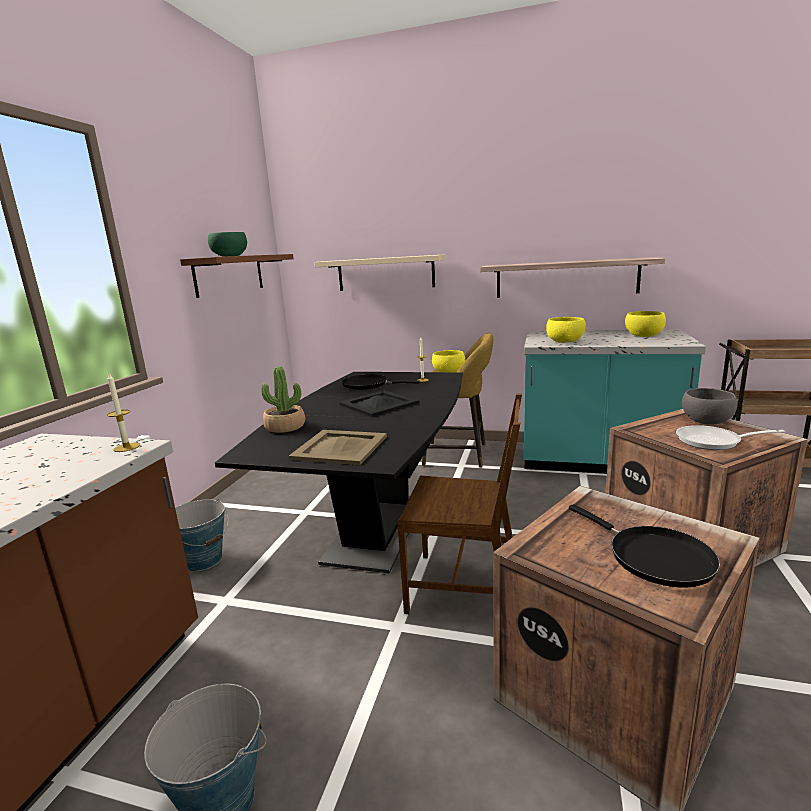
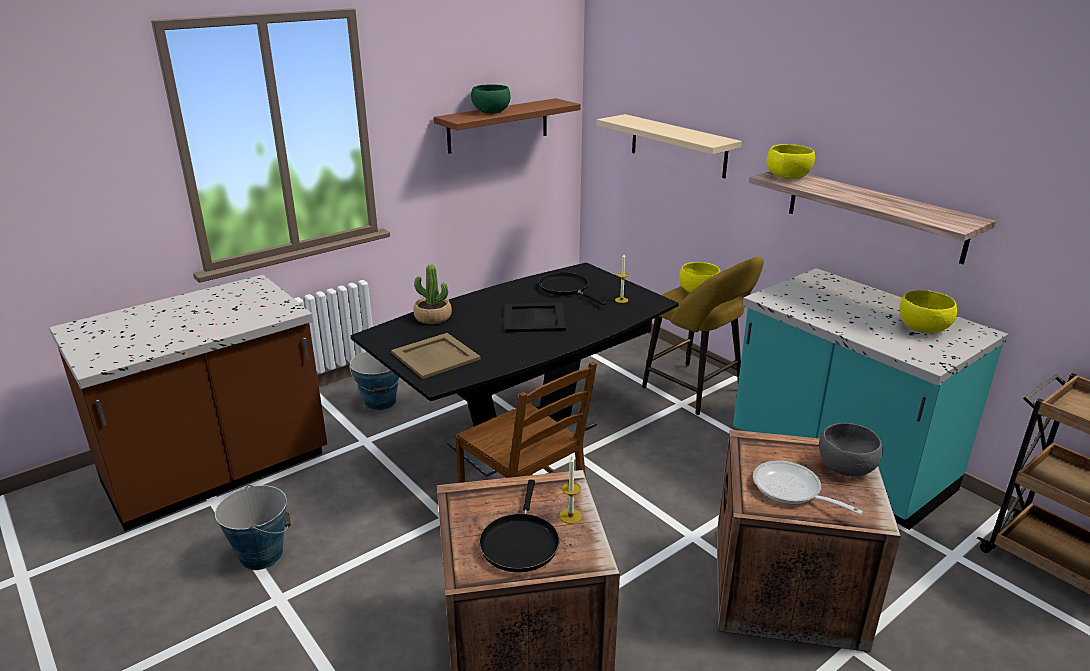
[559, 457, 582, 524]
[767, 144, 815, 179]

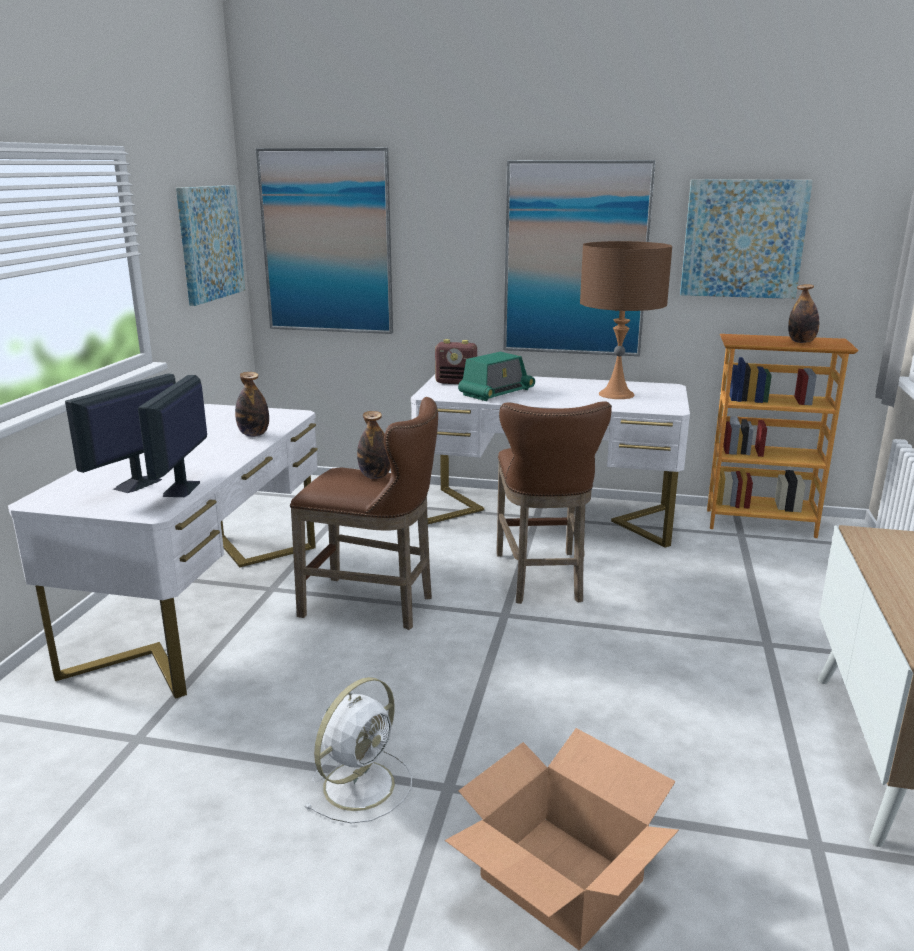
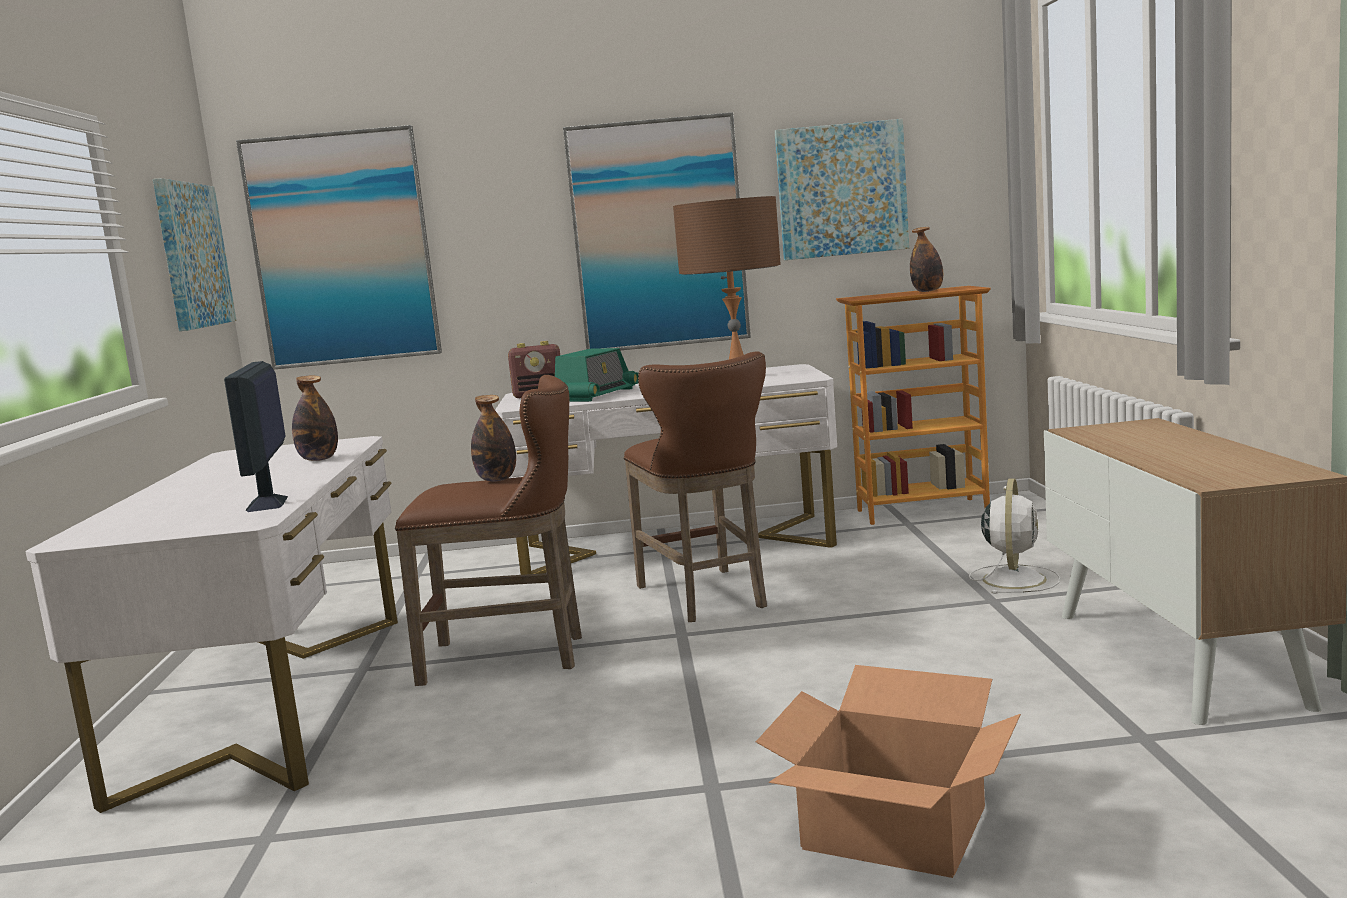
[65, 373, 176, 493] (first image)
[969, 478, 1060, 594]

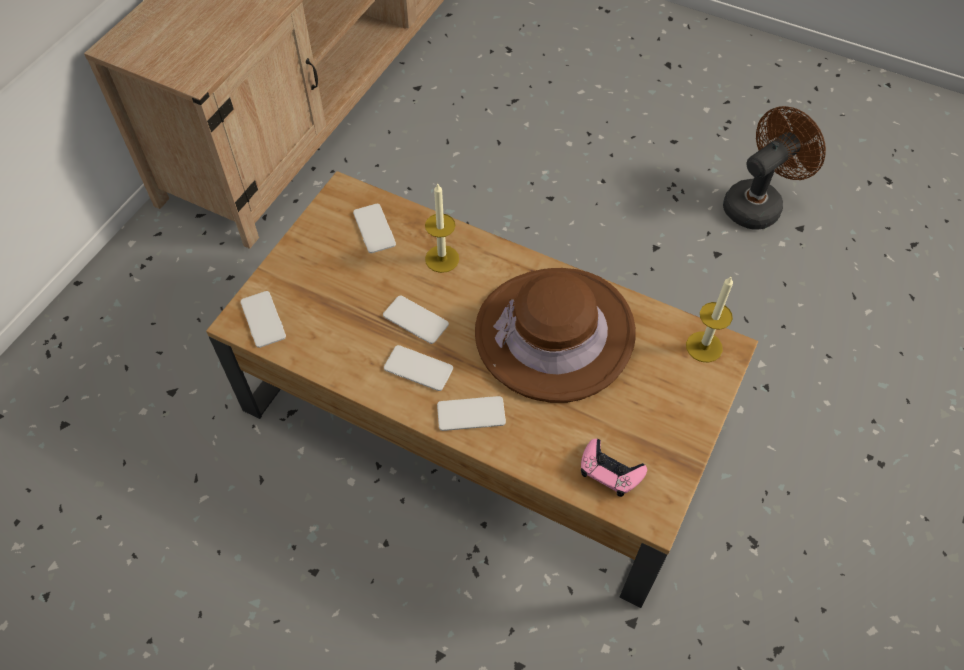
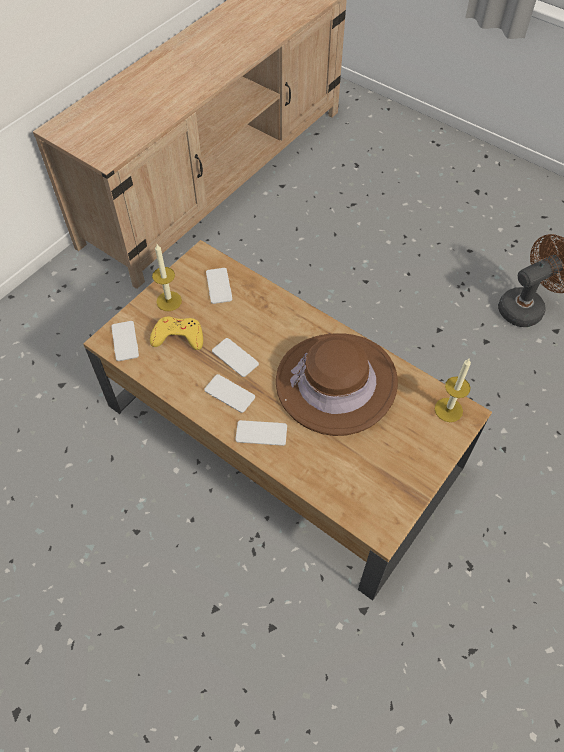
[152, 244, 182, 311]
[581, 439, 647, 497] (first image)
[150, 317, 203, 350]

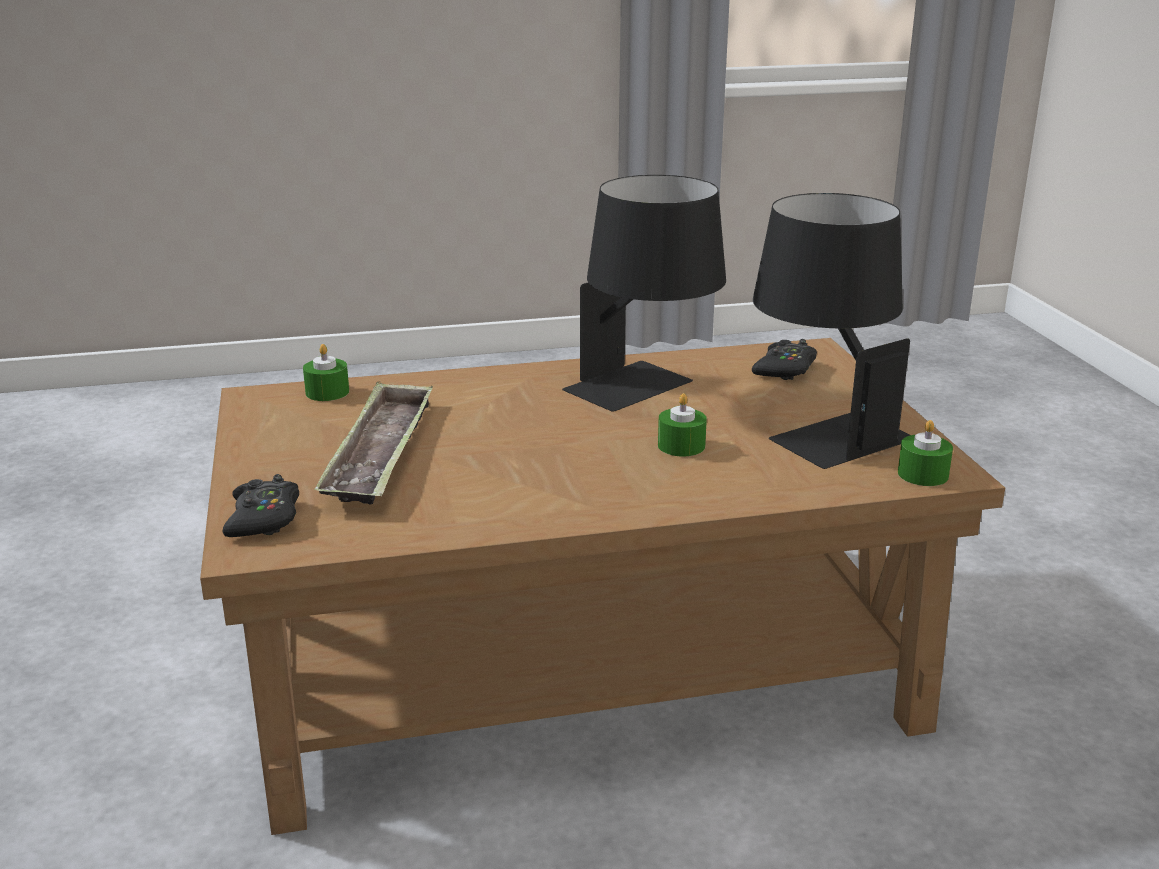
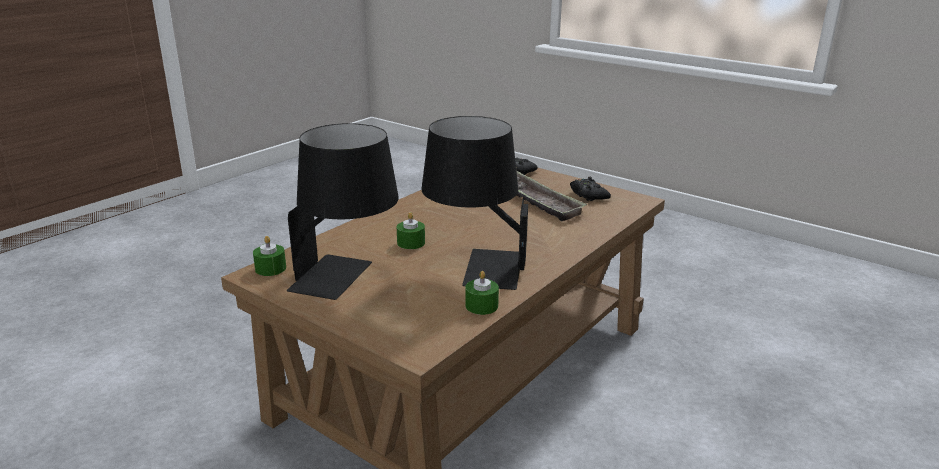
[465, 271, 499, 315]
[570, 177, 611, 201]

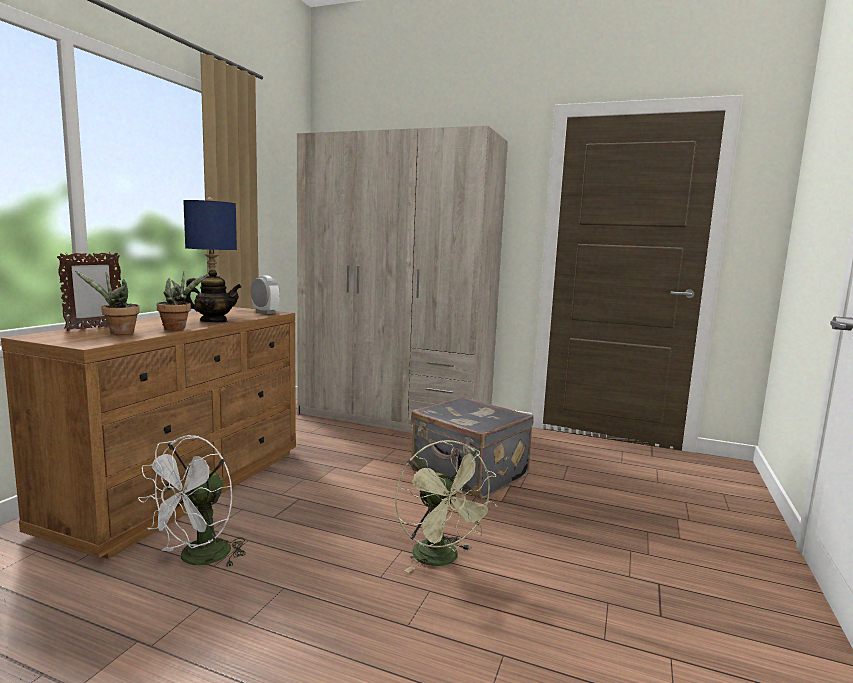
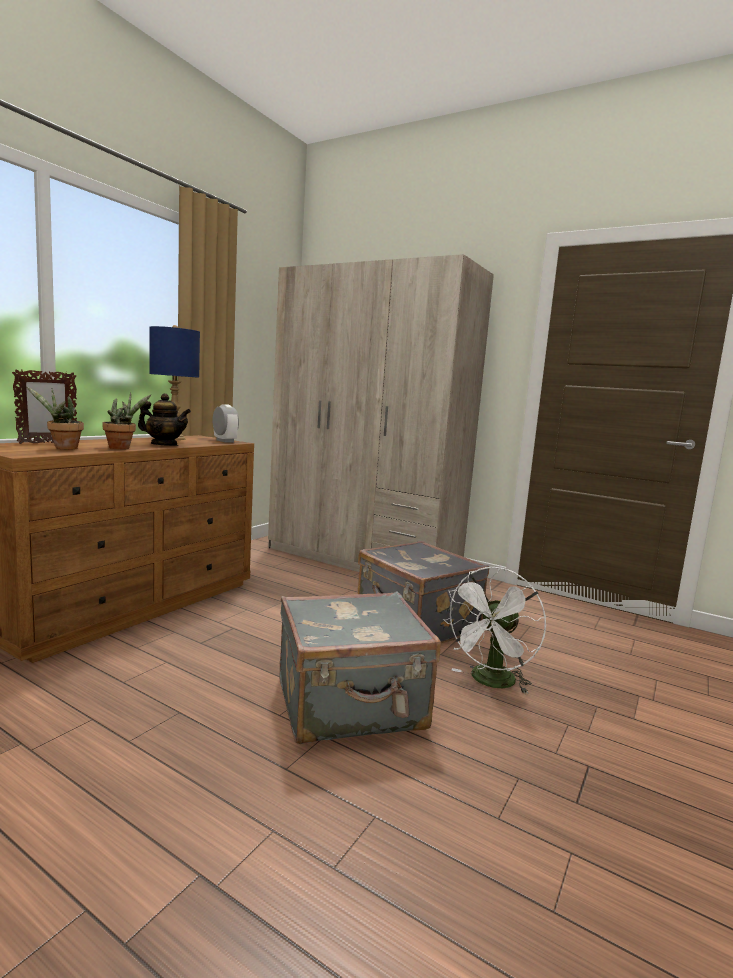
[443, 567, 546, 694]
[279, 591, 441, 744]

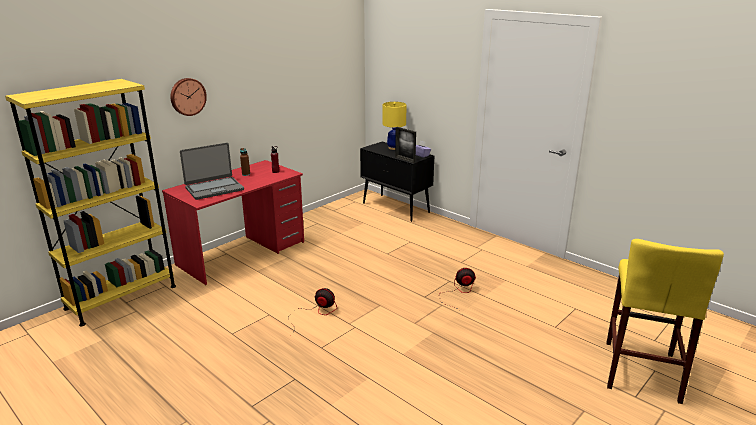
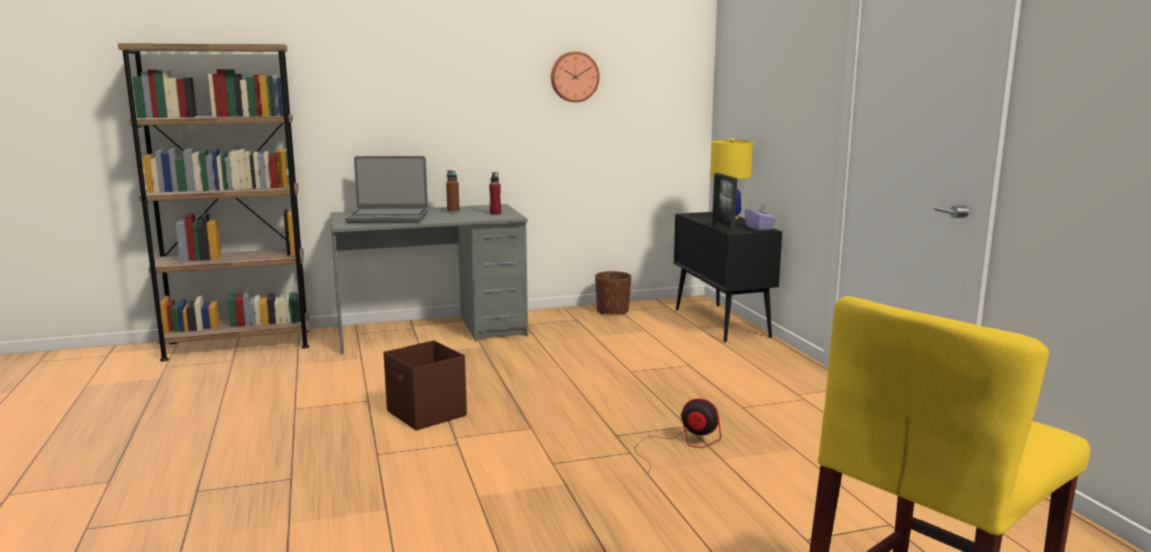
[118, 43, 310, 362]
[330, 204, 528, 354]
[551, 52, 600, 102]
[383, 340, 467, 430]
[595, 271, 631, 315]

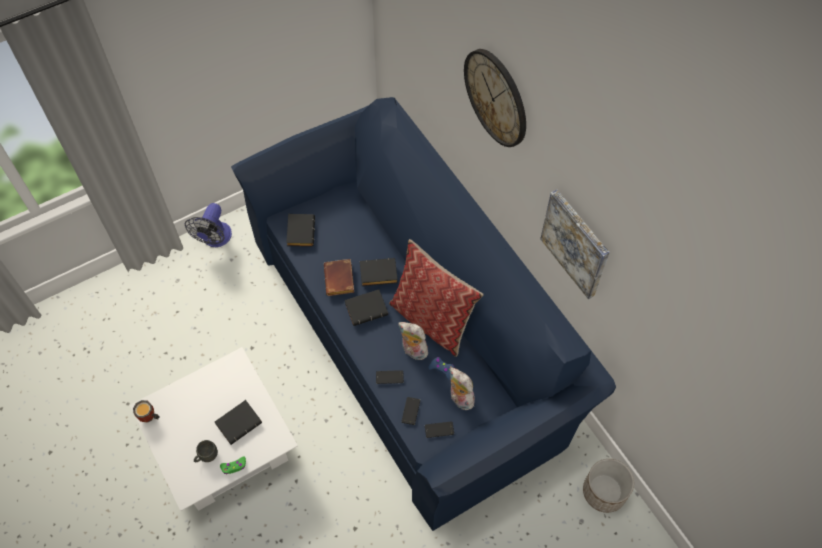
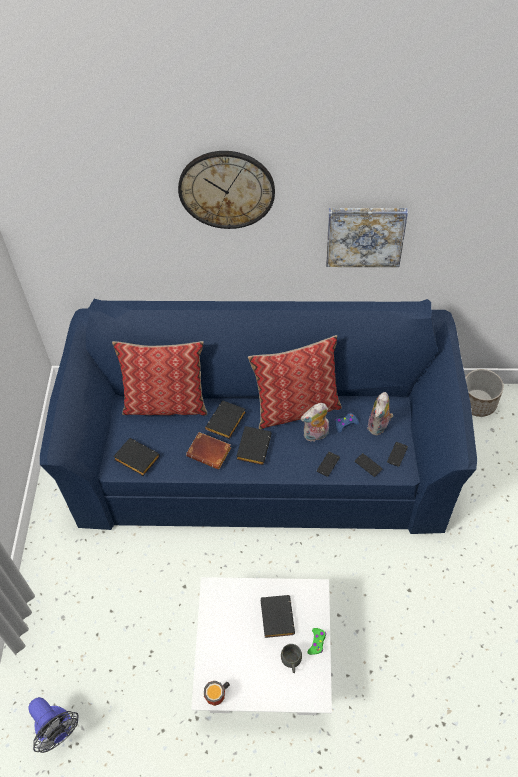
[28, 697, 79, 753]
[368, 392, 393, 435]
[112, 341, 207, 416]

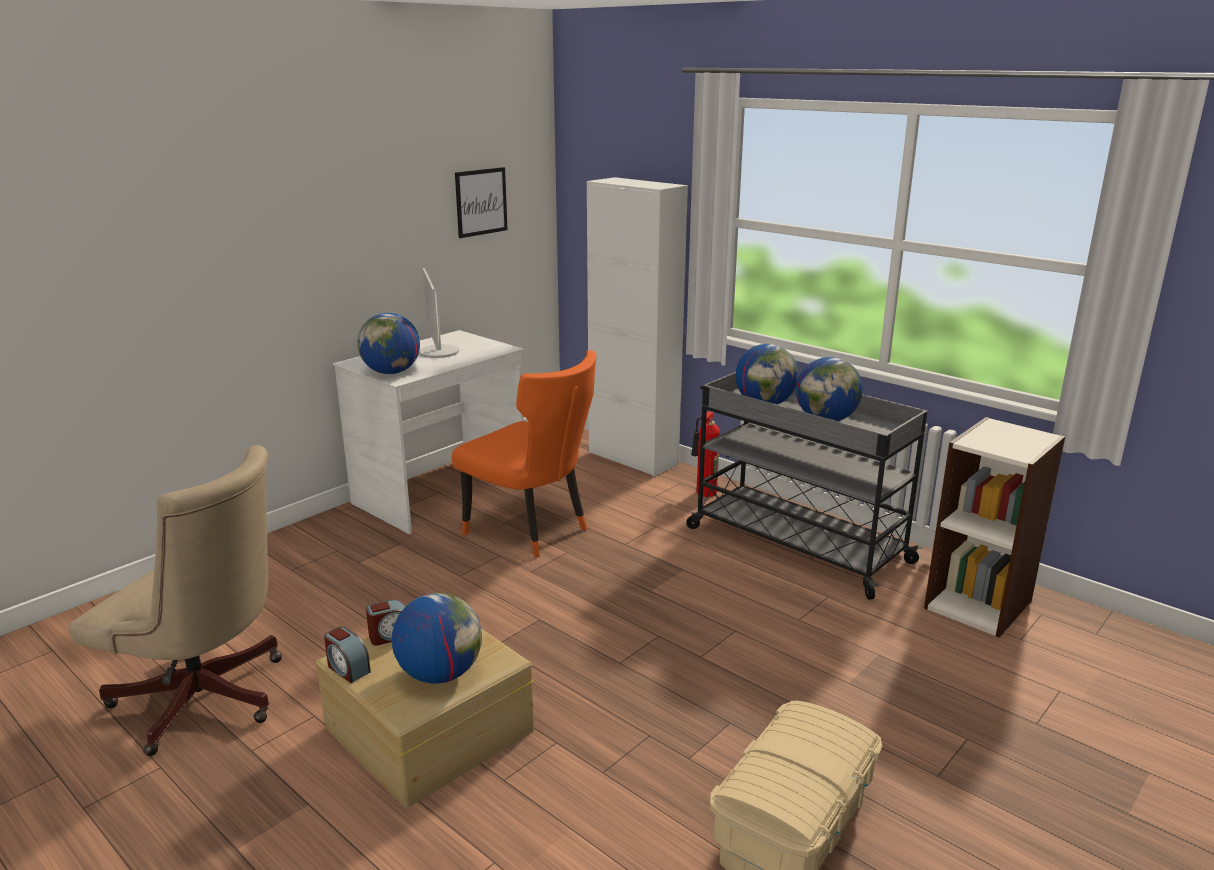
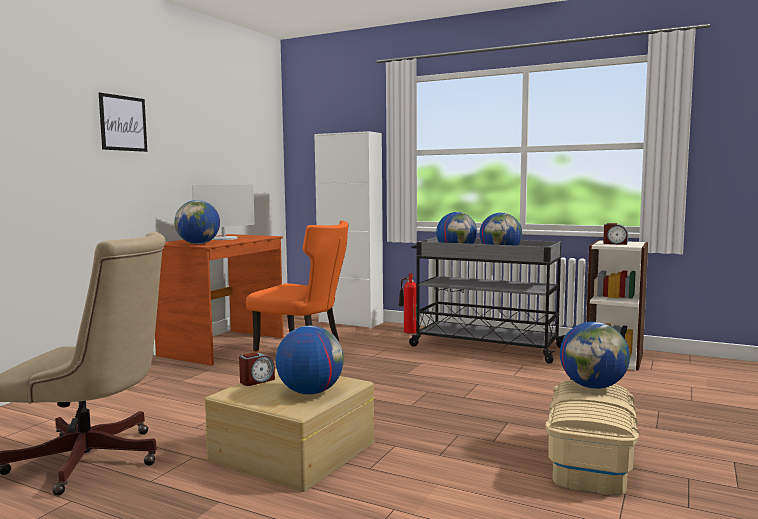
[603, 223, 628, 245]
[155, 234, 284, 366]
[192, 185, 255, 240]
[99, 93, 147, 152]
[560, 322, 630, 389]

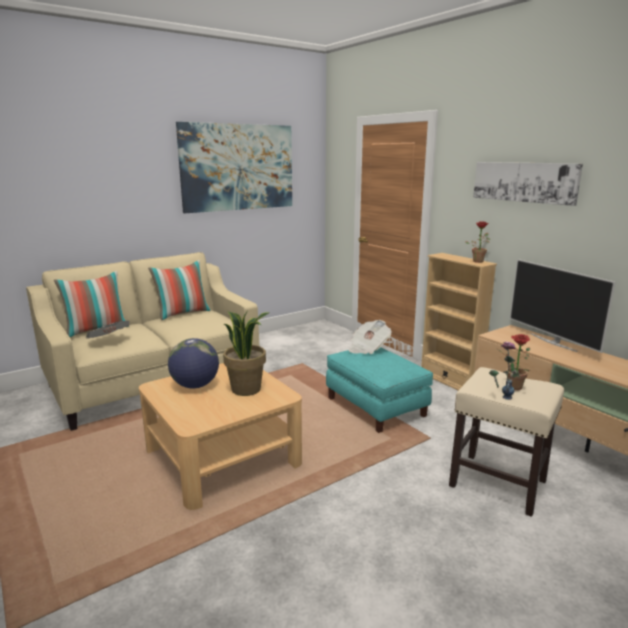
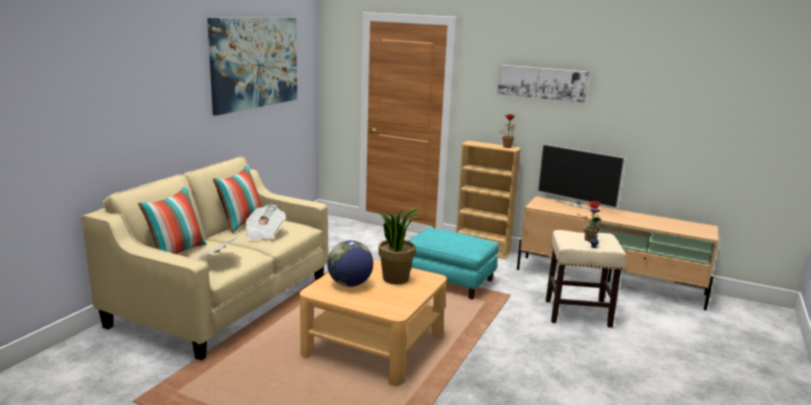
[245, 205, 286, 241]

